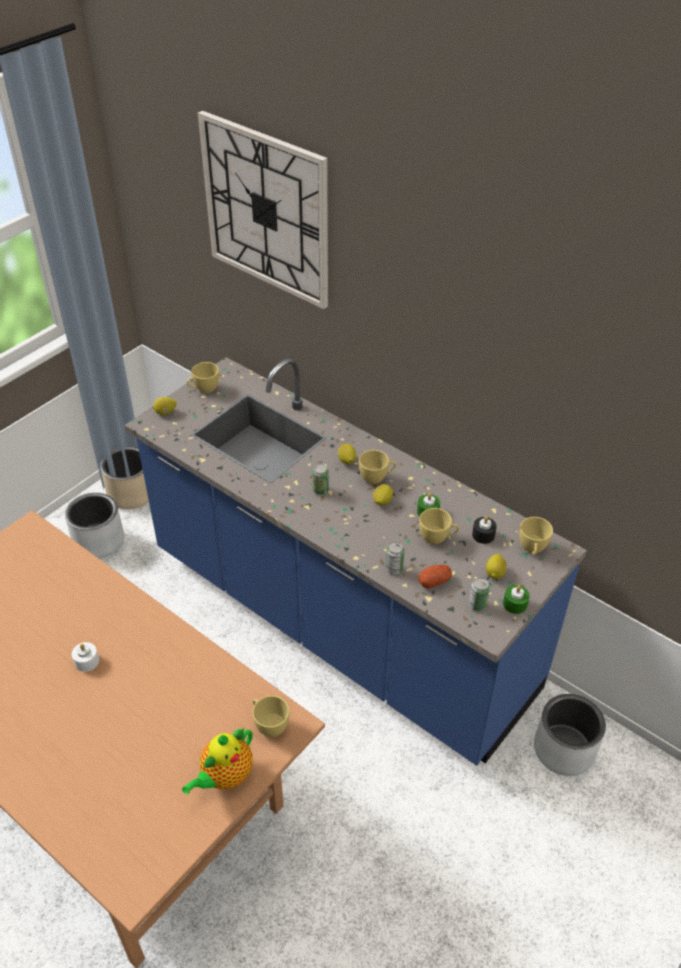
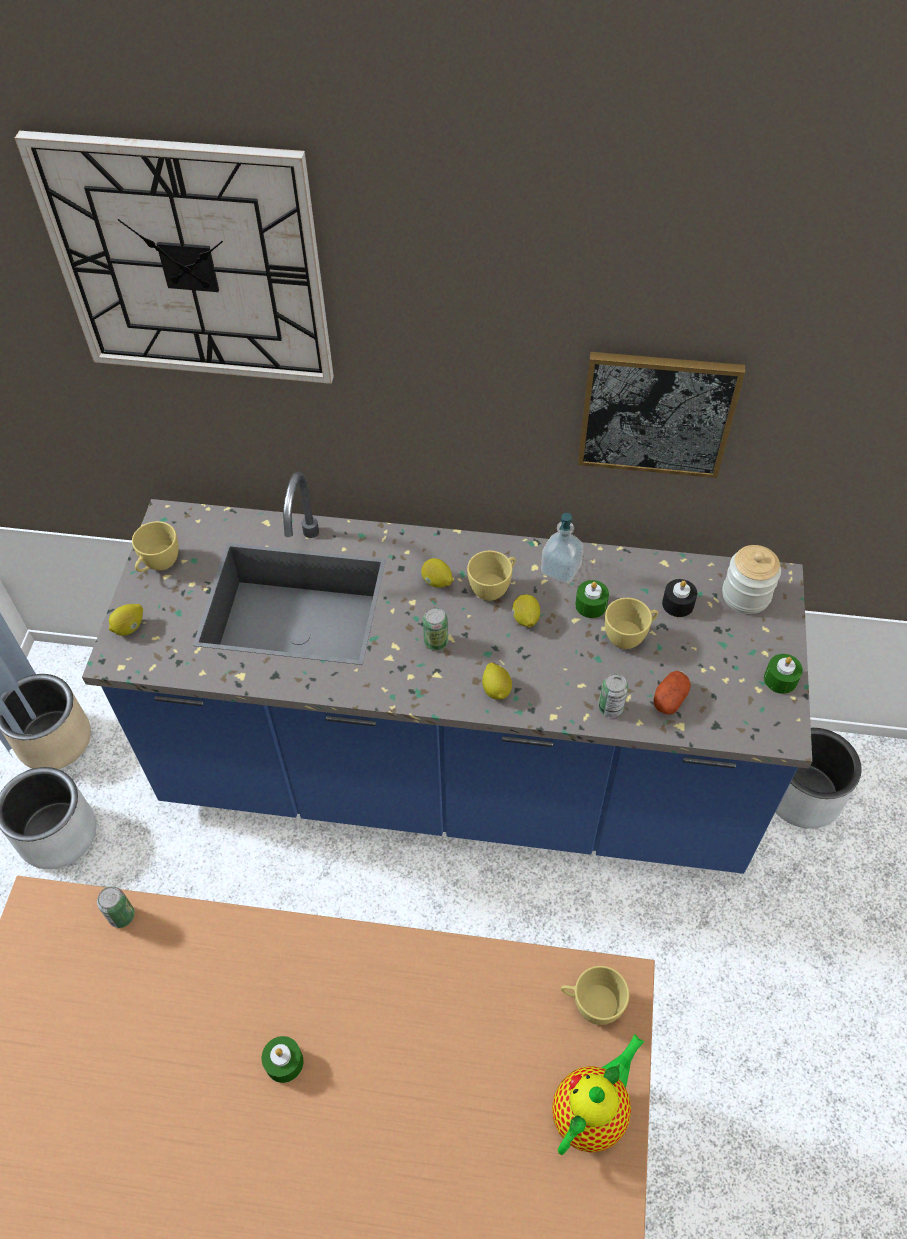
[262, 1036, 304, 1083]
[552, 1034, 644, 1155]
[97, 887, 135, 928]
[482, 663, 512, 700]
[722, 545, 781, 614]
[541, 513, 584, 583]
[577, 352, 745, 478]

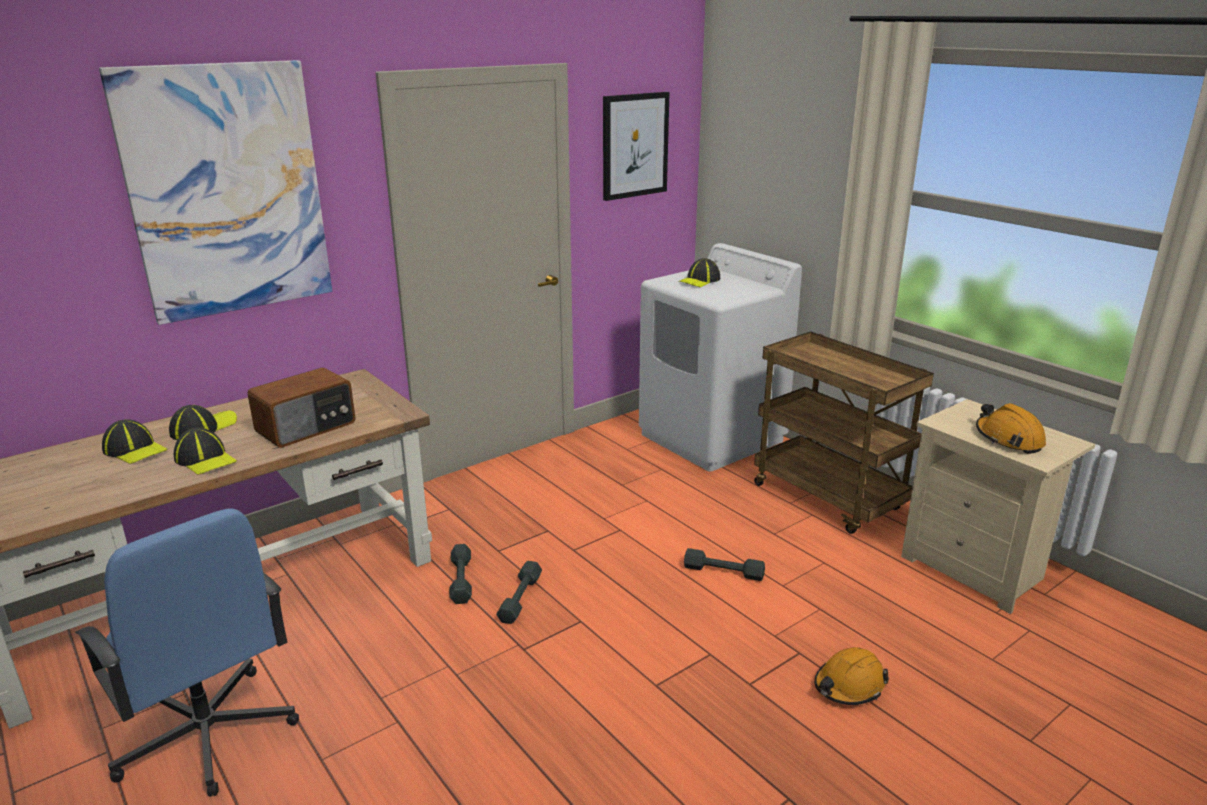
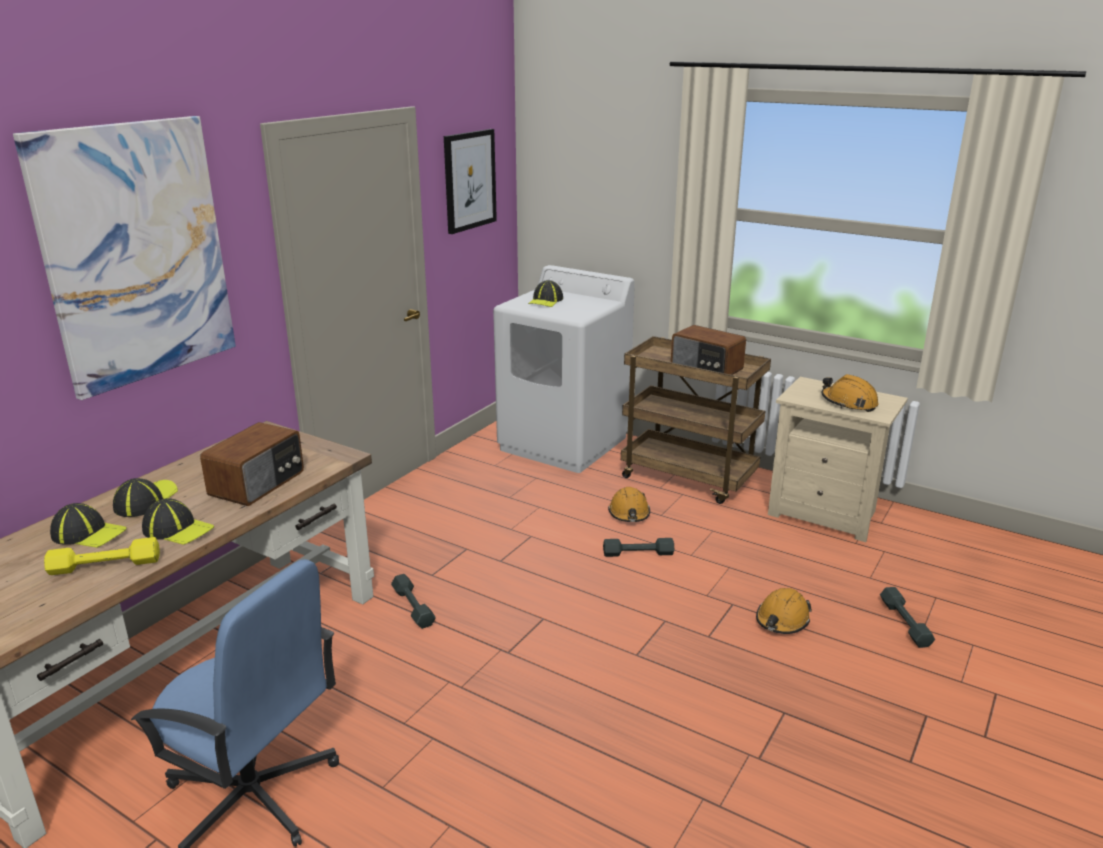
[880, 587, 935, 648]
[44, 537, 160, 575]
[608, 487, 650, 522]
[671, 325, 746, 375]

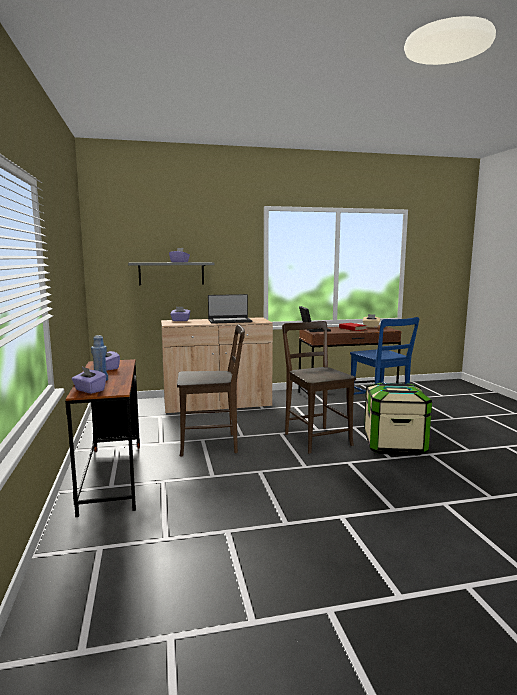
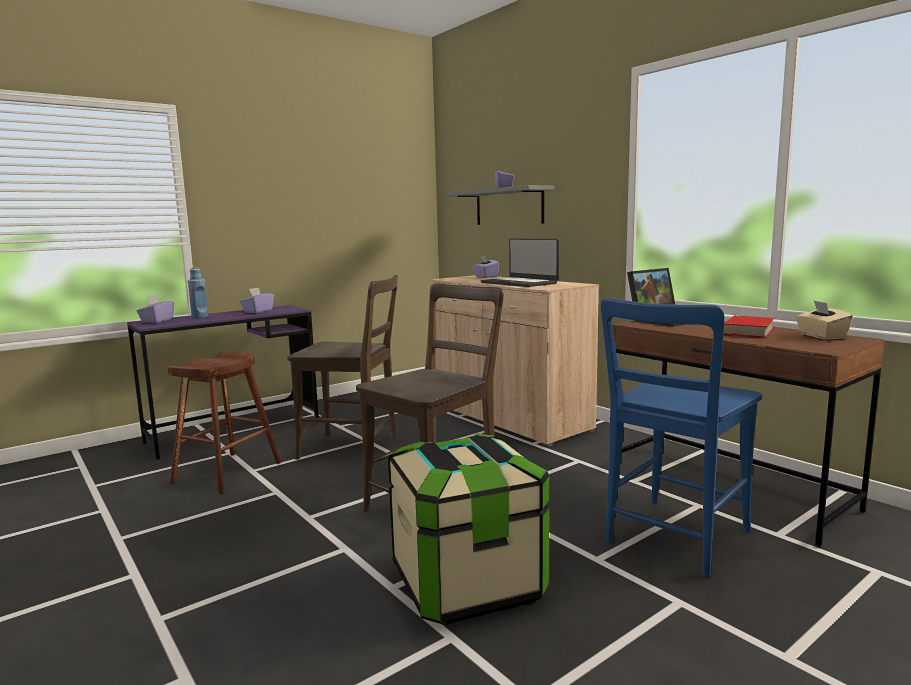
[127, 305, 320, 460]
[287, 275, 398, 460]
[167, 351, 281, 494]

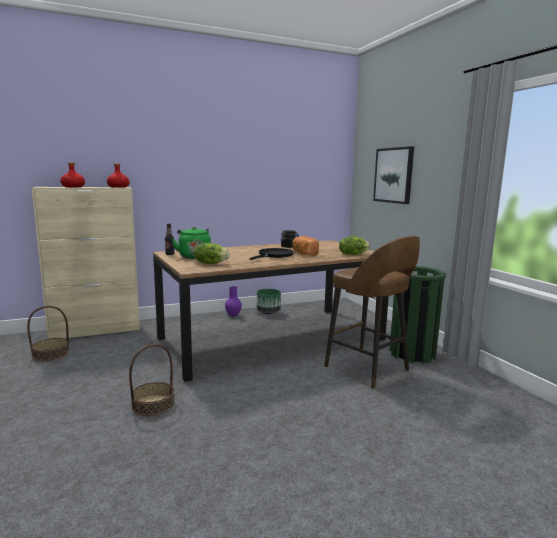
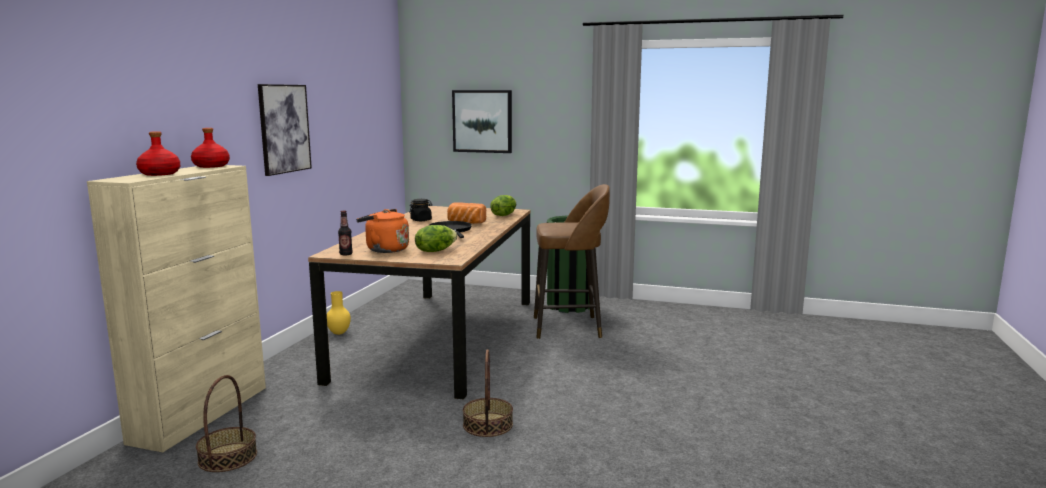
[356, 209, 409, 253]
[327, 291, 351, 335]
[257, 289, 281, 314] (first image)
[258, 84, 312, 176]

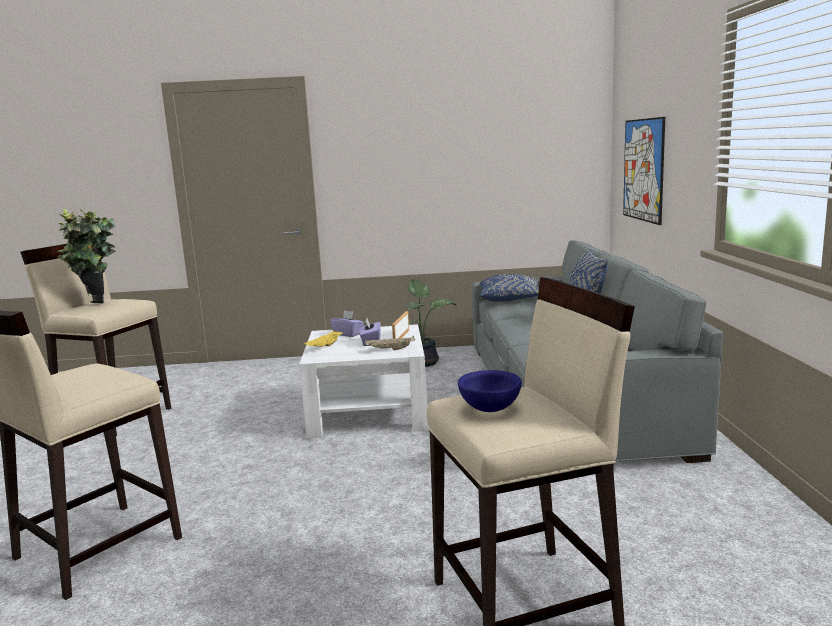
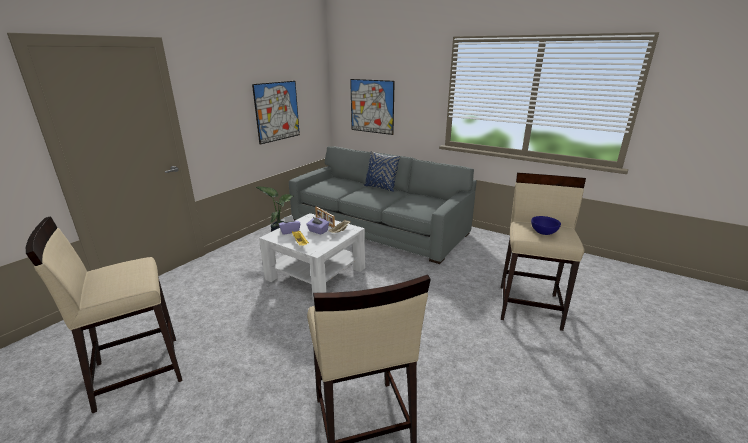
[57, 209, 116, 304] (first image)
[480, 274, 539, 302] (first image)
[252, 81, 300, 145]

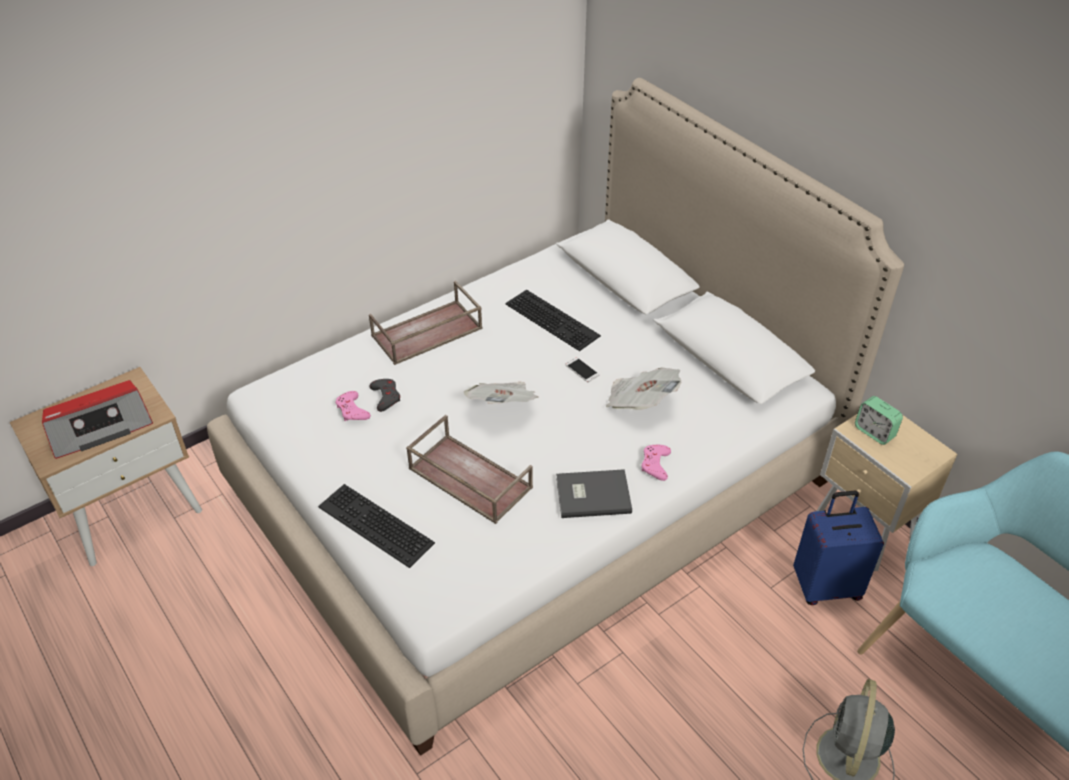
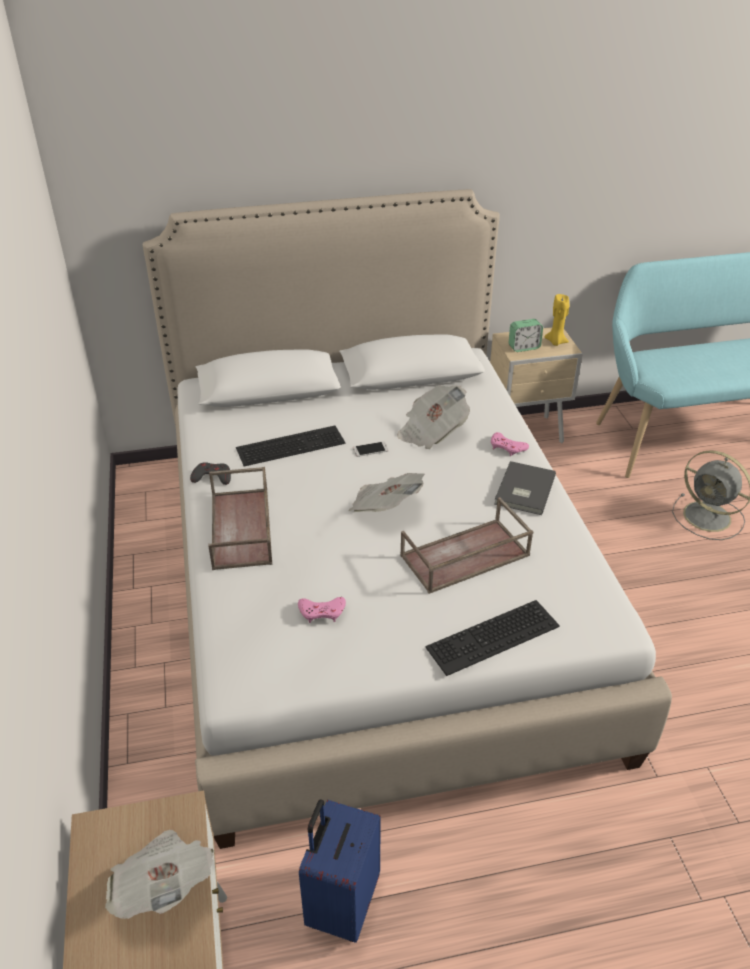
[105, 830, 215, 919]
[190, 462, 231, 485]
[299, 799, 381, 943]
[545, 294, 569, 346]

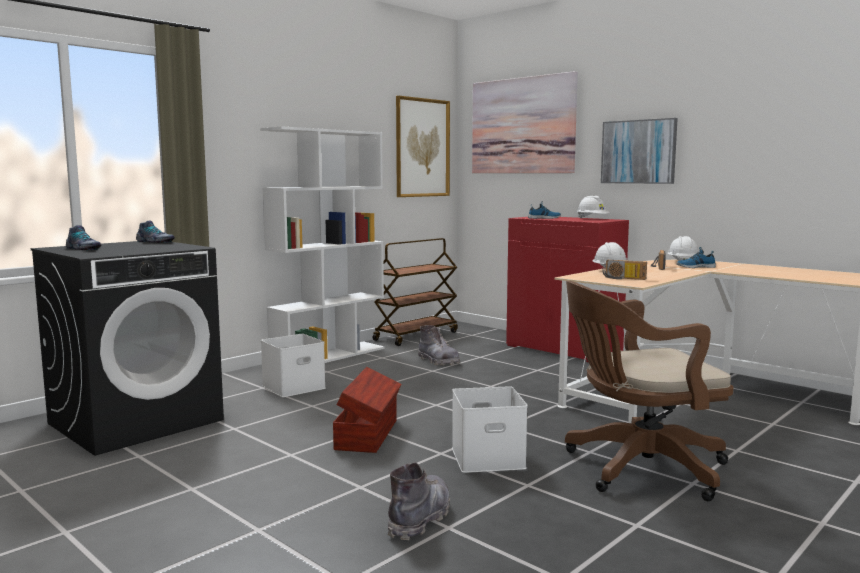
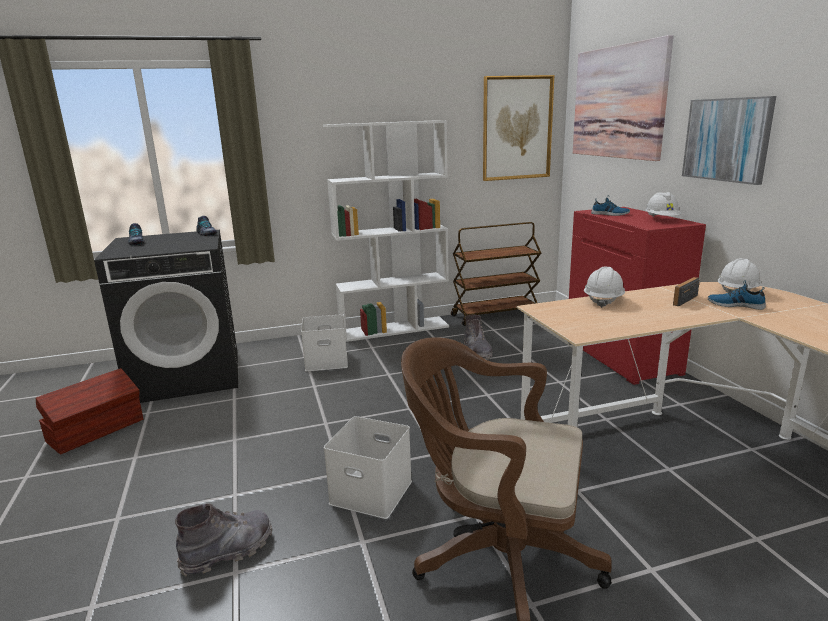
[36, 368, 143, 454]
[602, 260, 647, 280] (first image)

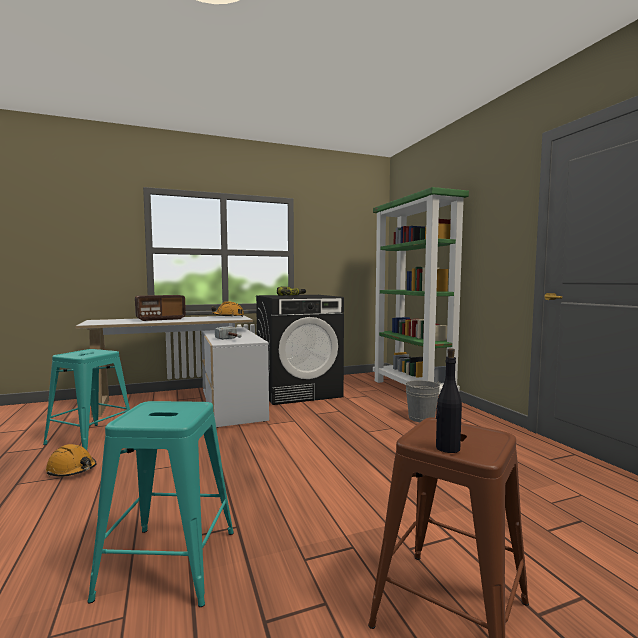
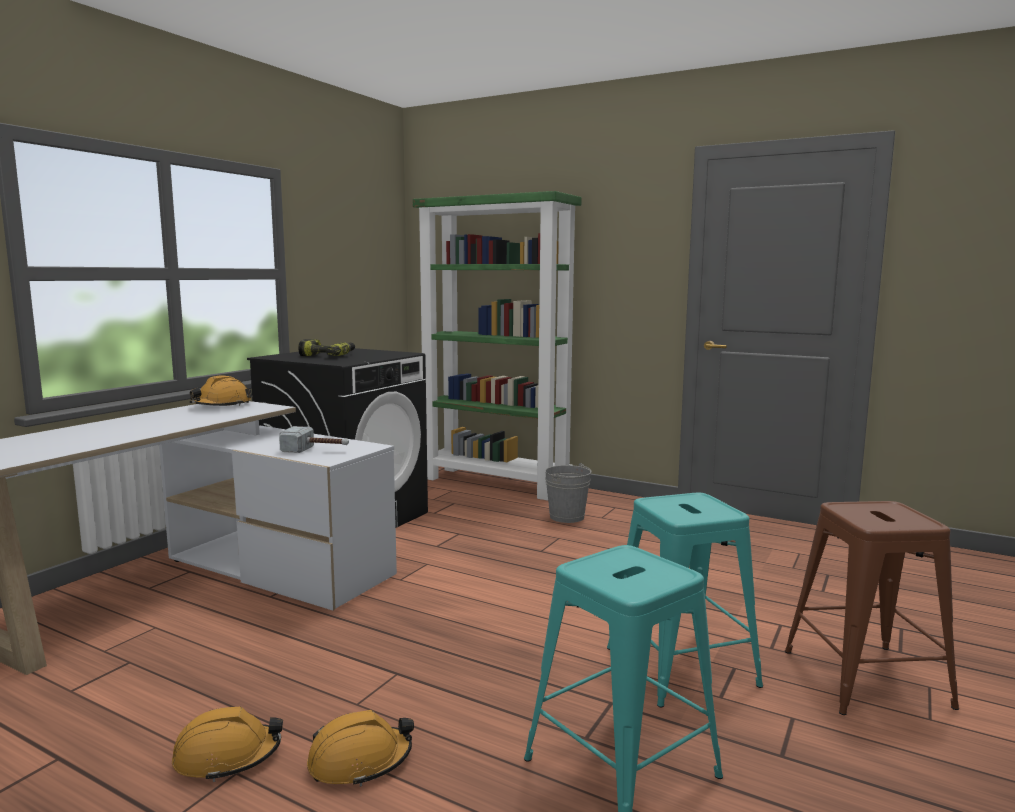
[607, 493, 763, 707]
[135, 295, 186, 321] (first image)
[436, 348, 462, 453] (first image)
[307, 710, 414, 787]

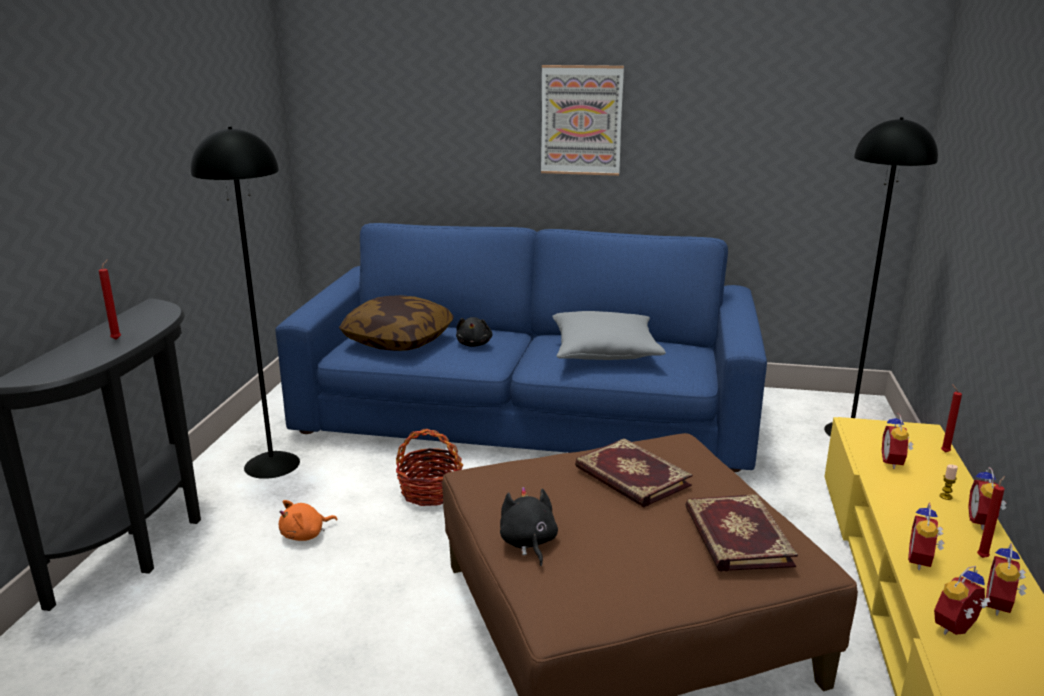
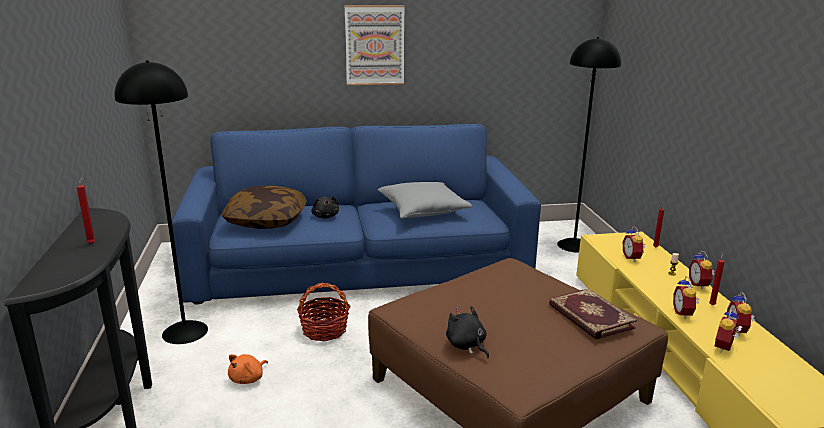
[575, 438, 692, 507] (first image)

